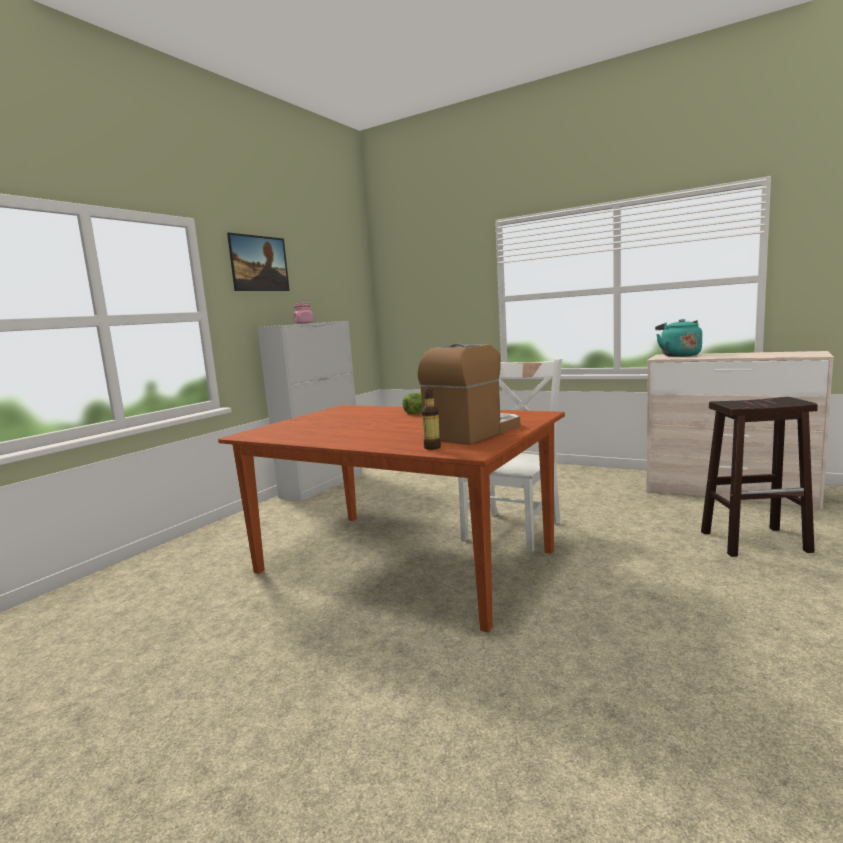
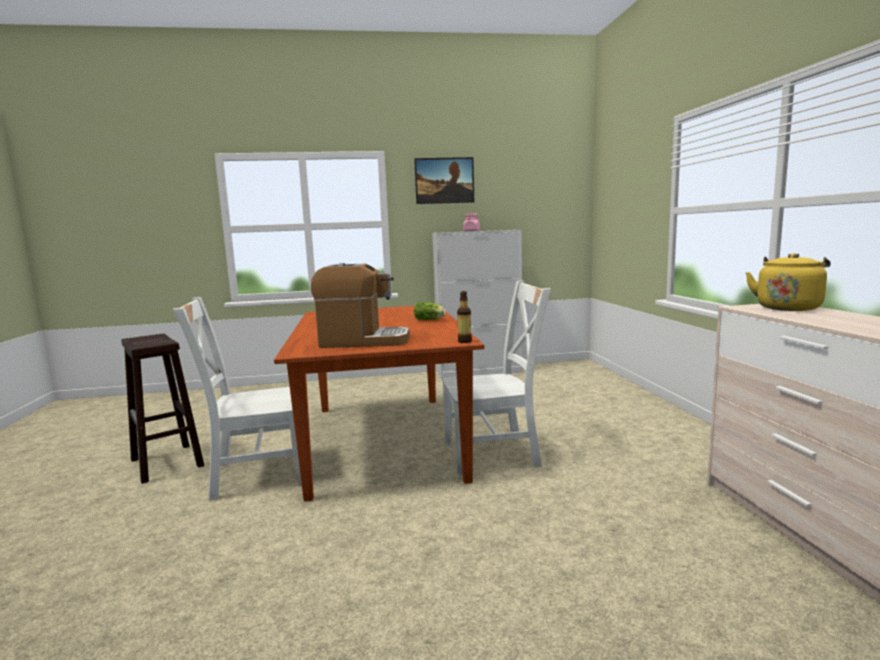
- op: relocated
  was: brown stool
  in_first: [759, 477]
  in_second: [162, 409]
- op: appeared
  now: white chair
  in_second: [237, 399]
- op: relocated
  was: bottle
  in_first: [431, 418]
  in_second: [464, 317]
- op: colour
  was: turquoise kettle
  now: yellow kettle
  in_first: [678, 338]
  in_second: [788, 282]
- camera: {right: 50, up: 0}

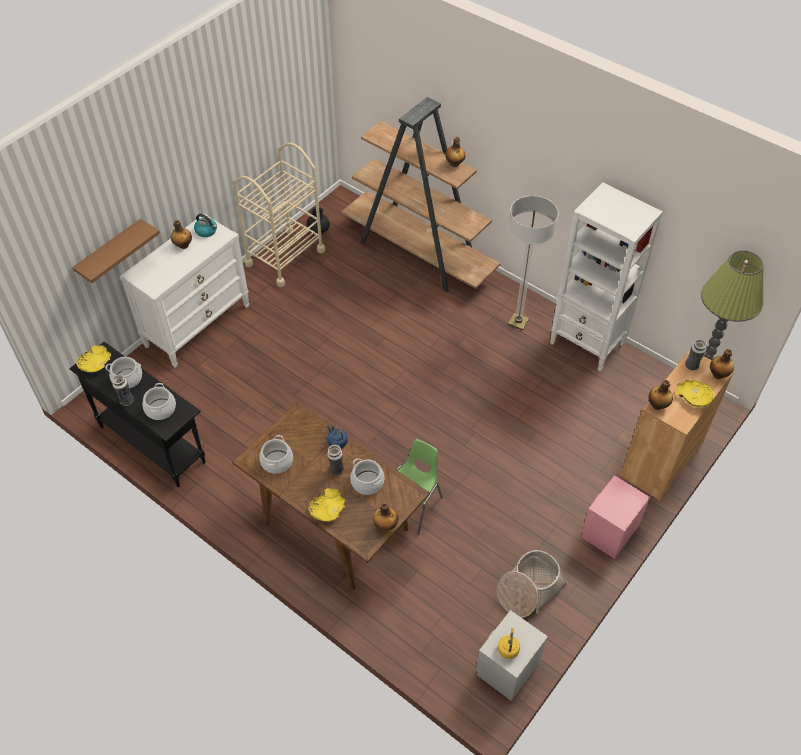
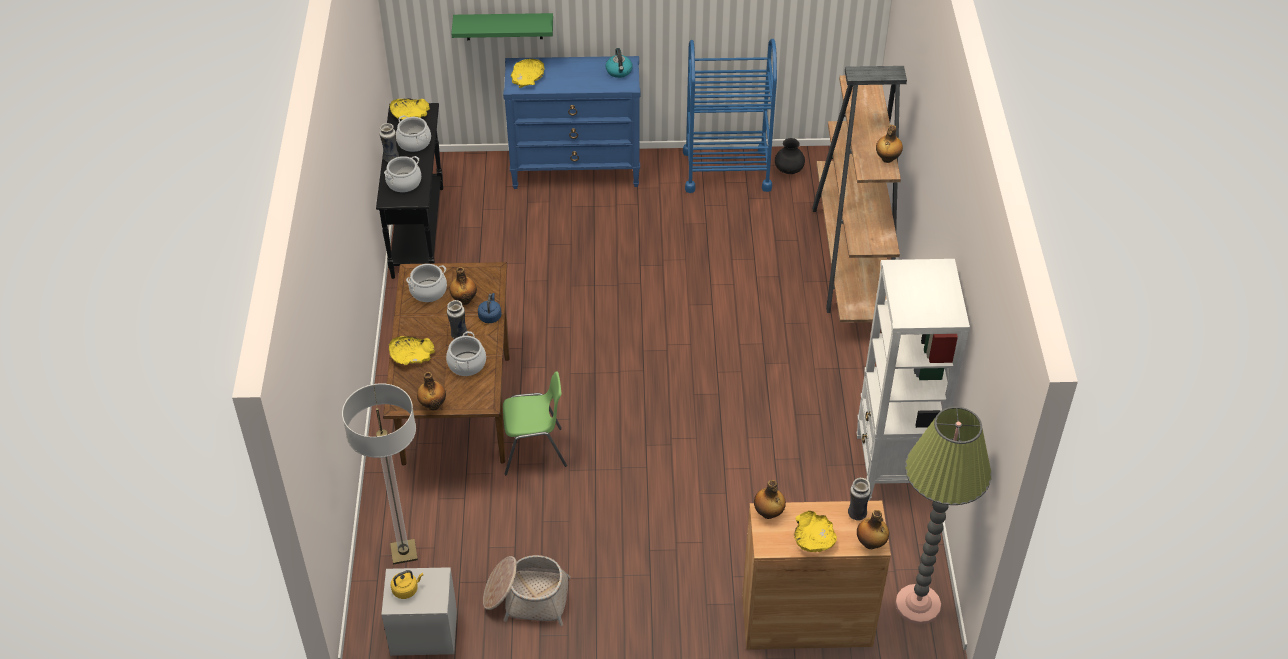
- op: relocated
  was: floor lamp
  in_first: [533, 262]
  in_second: [380, 474]
- op: relocated
  was: bottle
  in_first: [181, 234]
  in_second: [463, 286]
- op: colour
  was: brown shelf
  now: green shelf
  in_first: [116, 251]
  in_second: [502, 26]
- op: colour
  was: white dresser
  now: blue dresser
  in_first: [184, 291]
  in_second: [571, 122]
- op: appeared
  now: yellow bowl
  in_second: [528, 73]
- op: colour
  was: beige cart
  now: blue cart
  in_first: [279, 215]
  in_second: [730, 116]
- op: missing
  was: pink nightstand
  in_first: [616, 517]
- camera: {right: 50, up: -5}

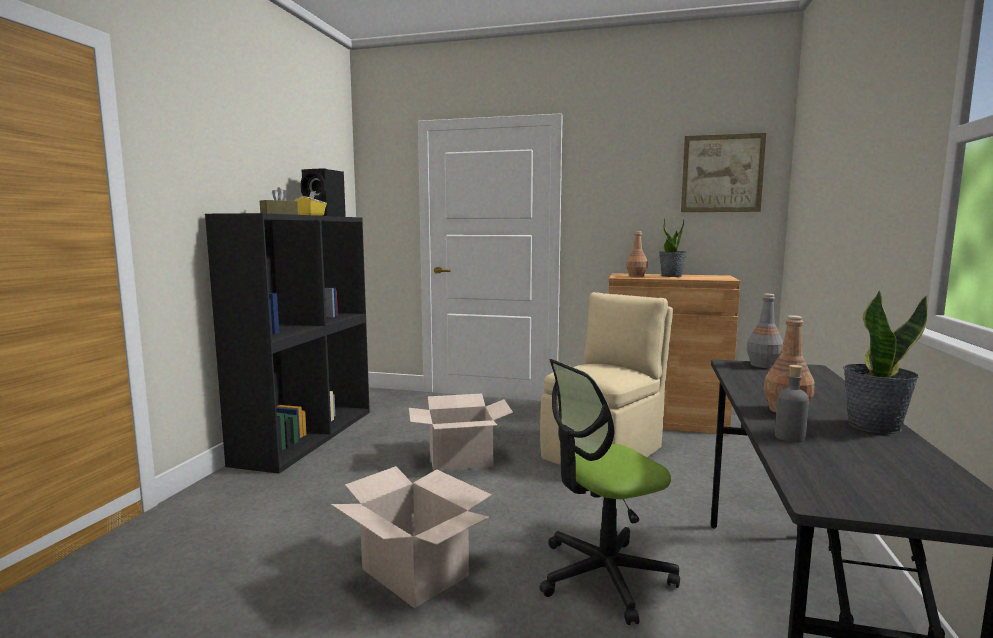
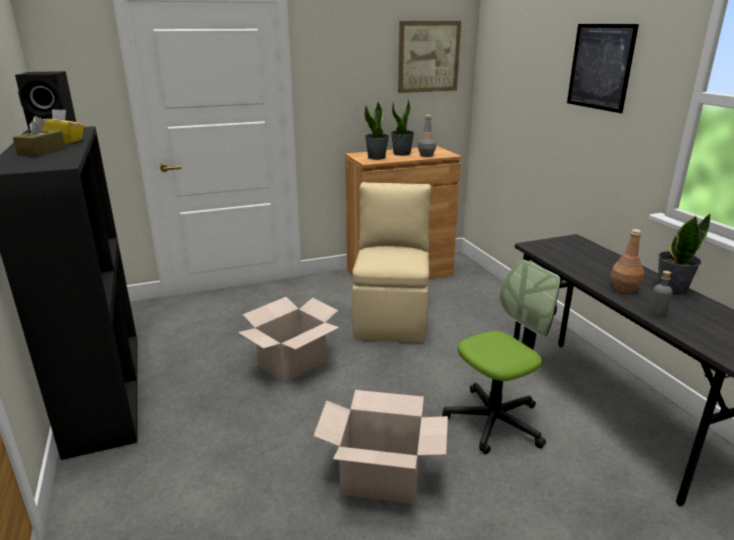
- op: exchanged
  was: brown bottle
  now: potted plant
  in_first: [637, 254]
  in_second: [377, 130]
- op: relocated
  was: grey bottle
  in_first: [765, 331]
  in_second: [427, 136]
- op: spun
  was: office chair
  in_first: [609, 492]
  in_second: [501, 357]
  clockwise: -150
- op: appeared
  now: picture
  in_second: [603, 68]
- camera: {right: -35, up: 15}

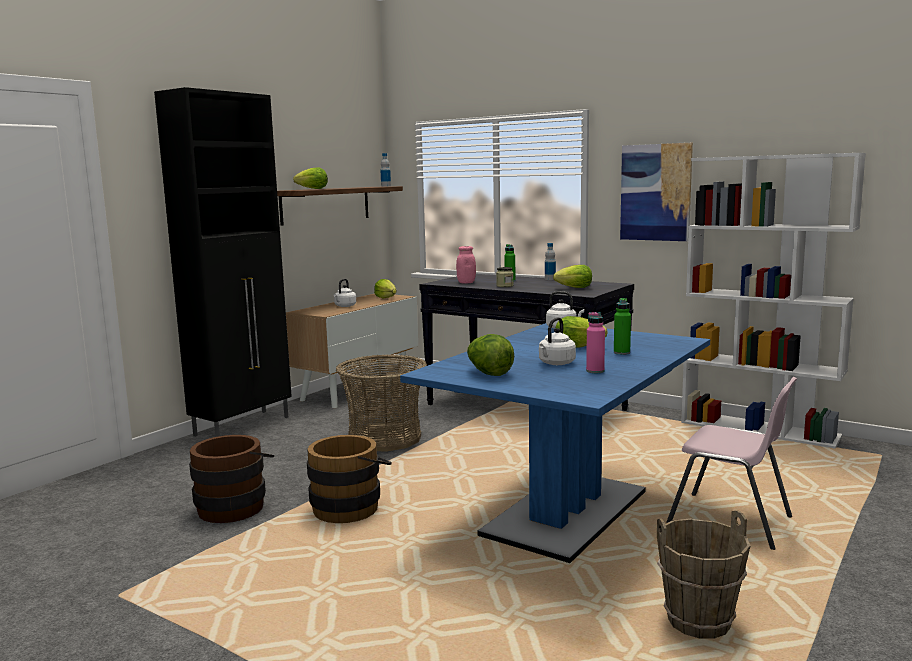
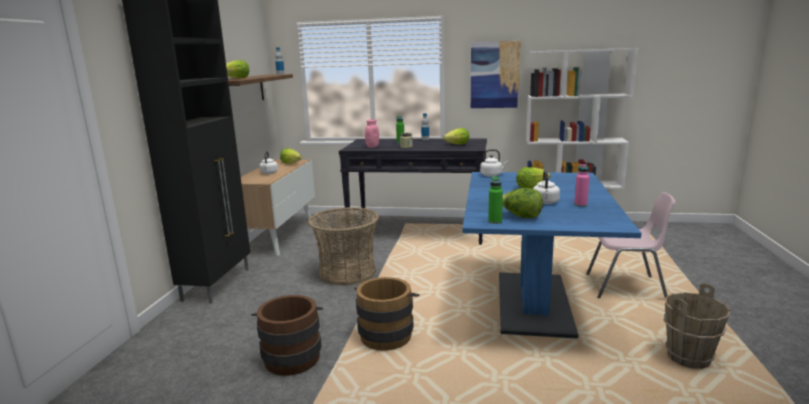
- op: relocated
  was: green bottle
  in_first: [622, 326]
  in_second: [495, 200]
- camera: {right: -25, up: 5}

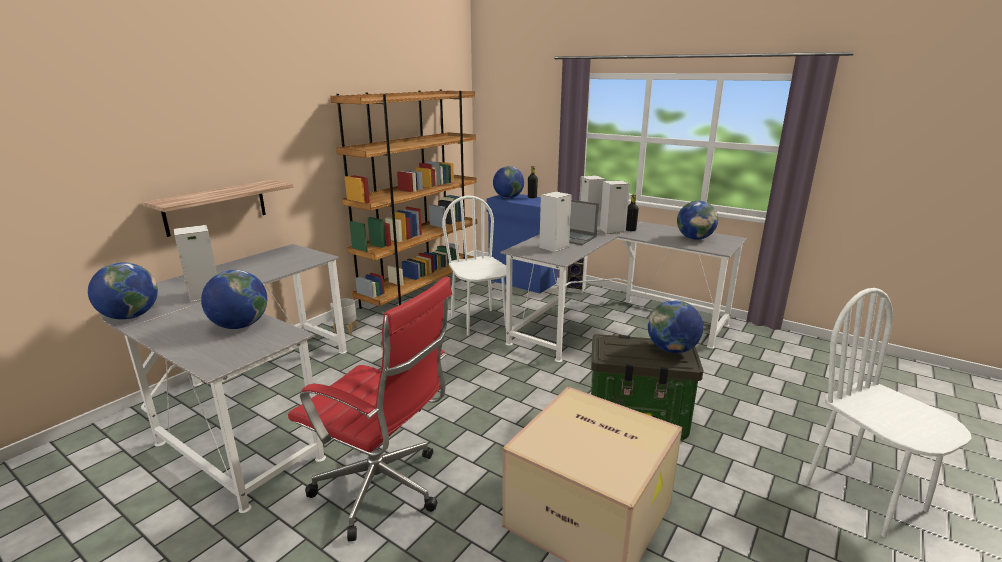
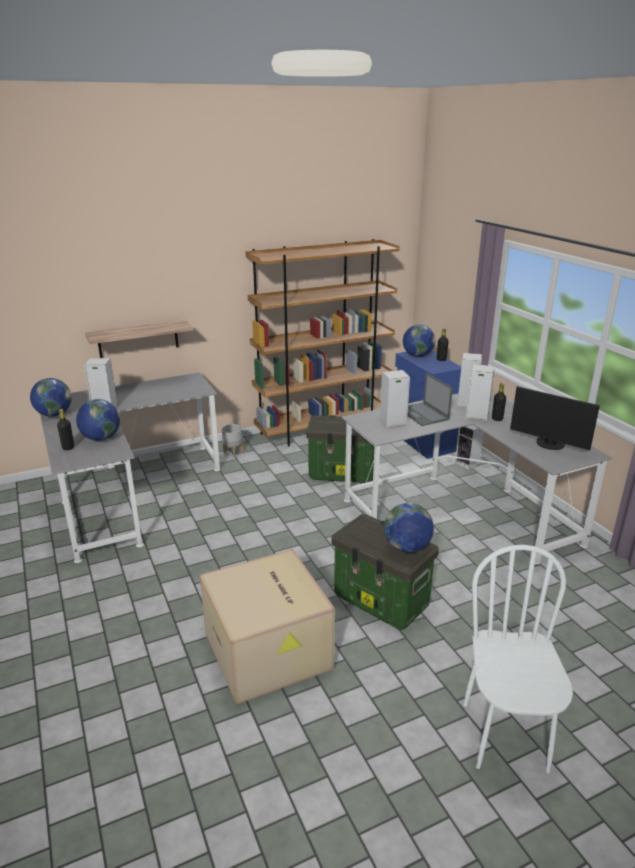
- op: appeared
  now: black bottle
  in_second: [65, 429]
- op: exchanged
  was: white chair
  now: storage box
  in_first: [474, 266]
  in_second: [340, 449]
- op: exchanged
  was: globe
  now: monitor
  in_first: [697, 220]
  in_second: [555, 418]
- op: missing
  was: red office chair
  in_first: [370, 408]
- camera: {right: 30, up: 5}

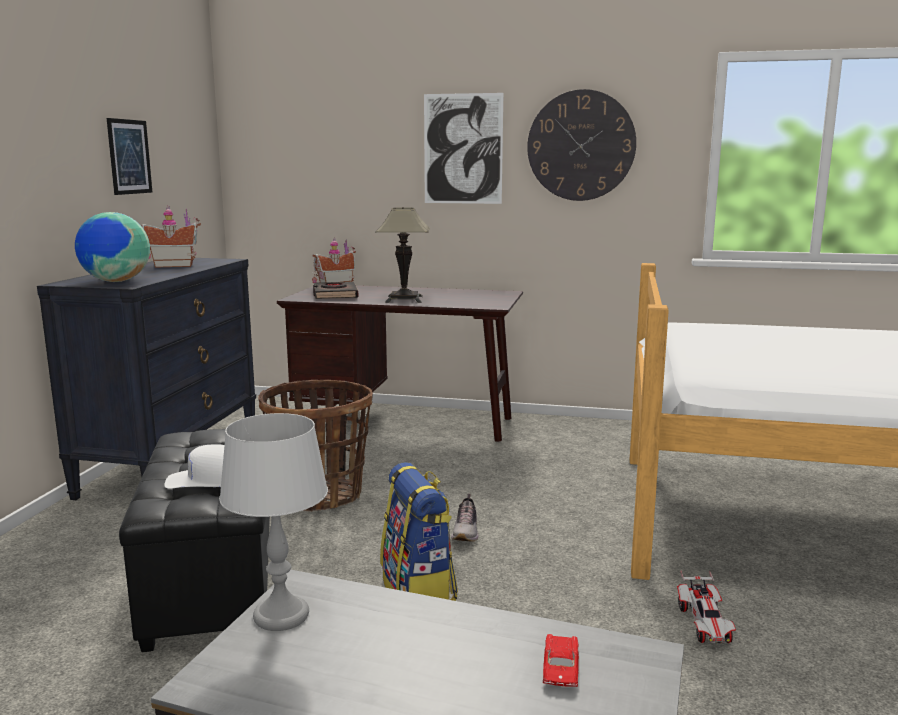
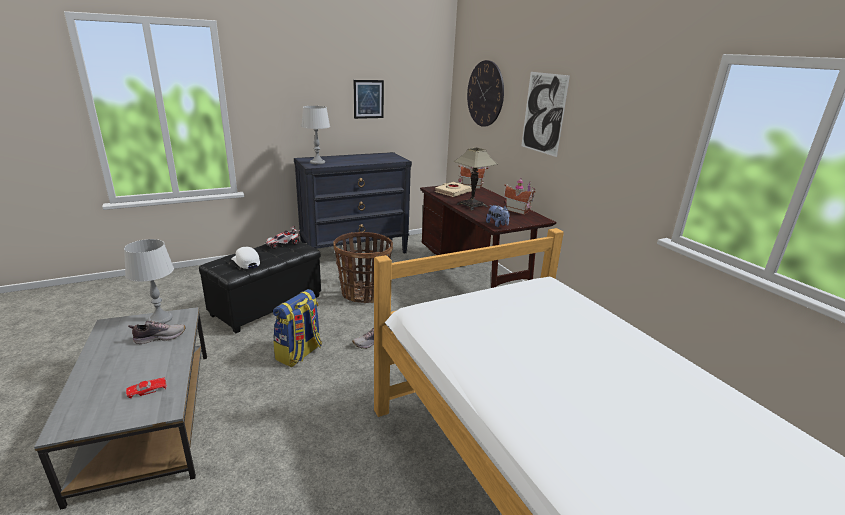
- op: appeared
  now: shoe
  in_second: [157, 332]
- op: relocated
  was: toy car
  in_first: [706, 607]
  in_second: [283, 237]
- op: exchanged
  was: globe
  now: grey table lamp
  in_first: [112, 247]
  in_second: [315, 135]
- op: colour
  was: black book
  now: beige book
  in_first: [335, 290]
  in_second: [453, 189]
- op: relocated
  was: wall clock
  in_first: [581, 145]
  in_second: [485, 93]
- op: appeared
  now: plush toy
  in_second: [498, 216]
- op: relocated
  was: toy house
  in_first: [171, 237]
  in_second: [520, 196]
- camera: {right: 50, up: 10}

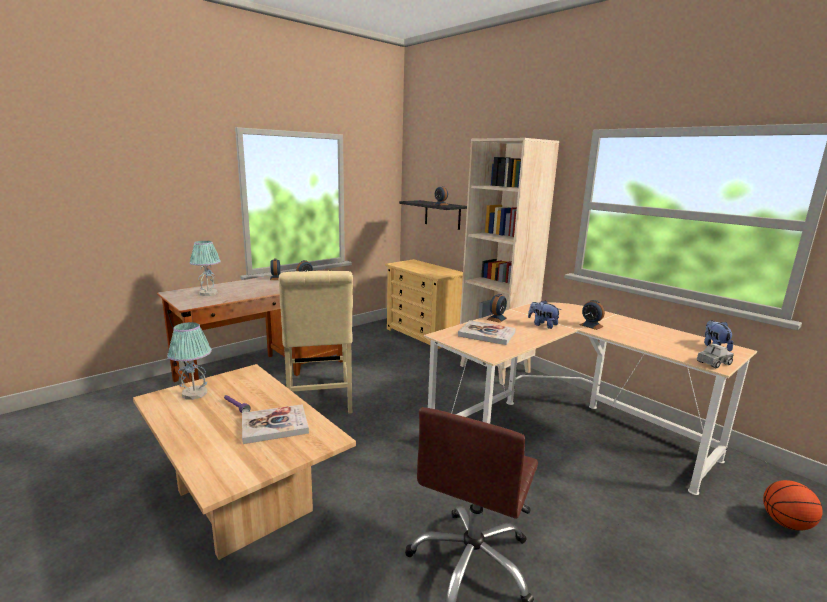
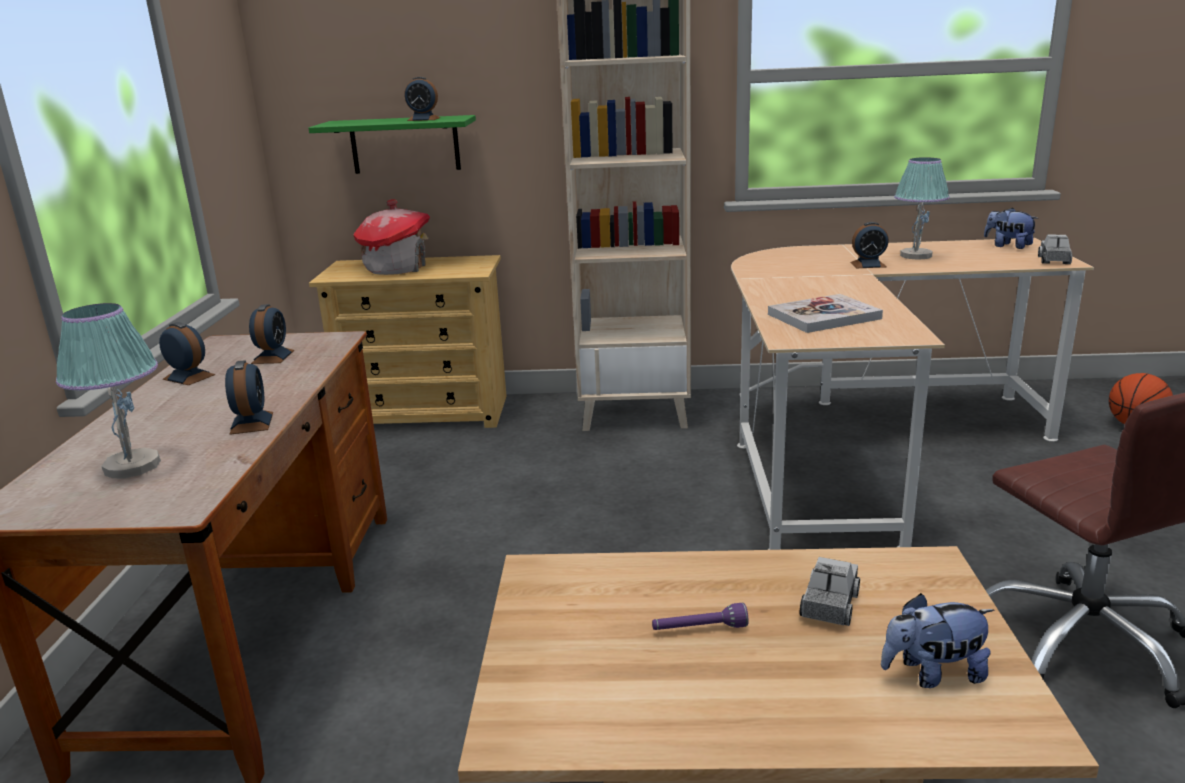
- op: relocated
  was: alarm clock
  in_first: [497, 308]
  in_second: [249, 397]
- op: colour
  was: black shelf
  now: green shelf
  in_first: [433, 215]
  in_second: [392, 144]
- op: appeared
  now: toy house
  in_second: [391, 237]
- op: exchanged
  was: book
  now: toy truck
  in_first: [275, 424]
  in_second: [830, 591]
- op: relocated
  was: plush toy
  in_first: [544, 314]
  in_second: [937, 640]
- op: relocated
  was: table lamp
  in_first: [189, 361]
  in_second: [922, 208]
- op: missing
  was: beige chair
  in_first: [316, 342]
- camera: {right: -45, up: 5}

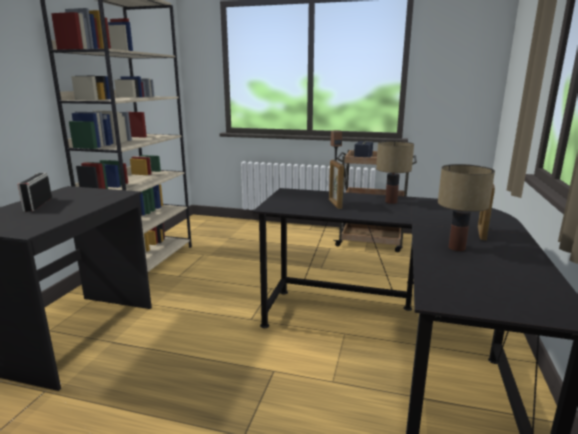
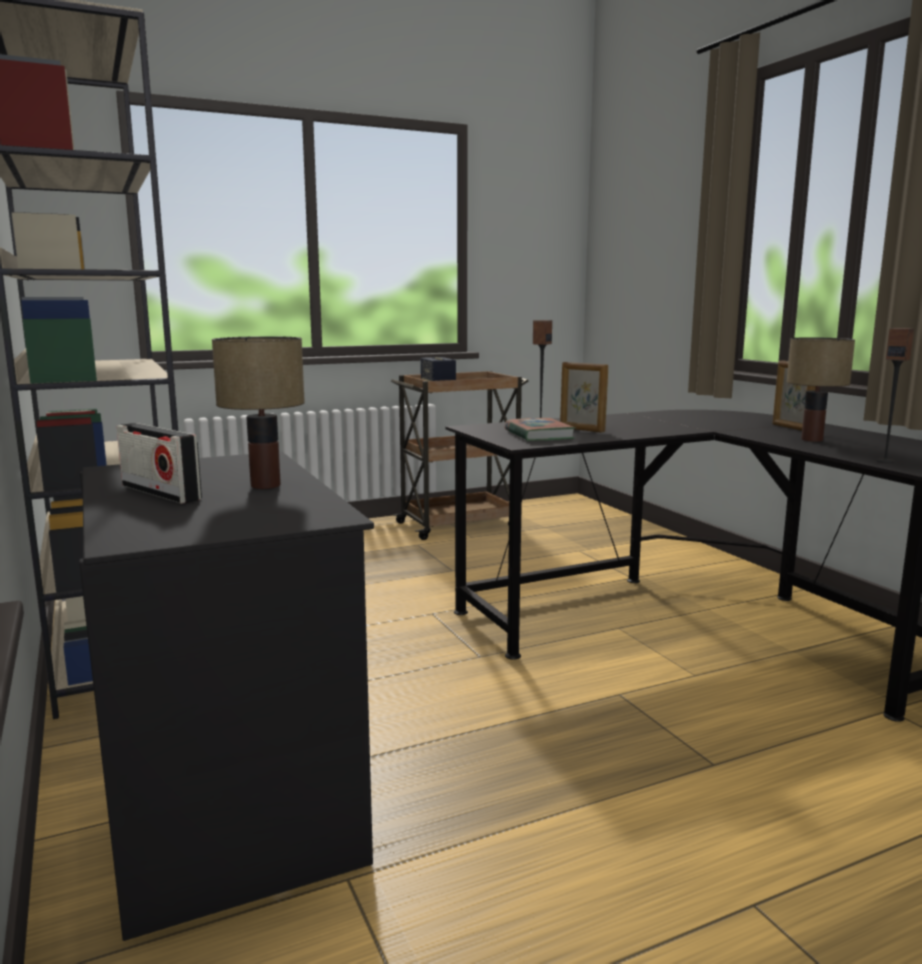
- op: relocated
  was: table lamp
  in_first: [395, 172]
  in_second: [258, 412]
- op: appeared
  now: book
  in_second: [540, 429]
- op: appeared
  now: speaker
  in_second: [895, 395]
- camera: {right: -40, up: -5}

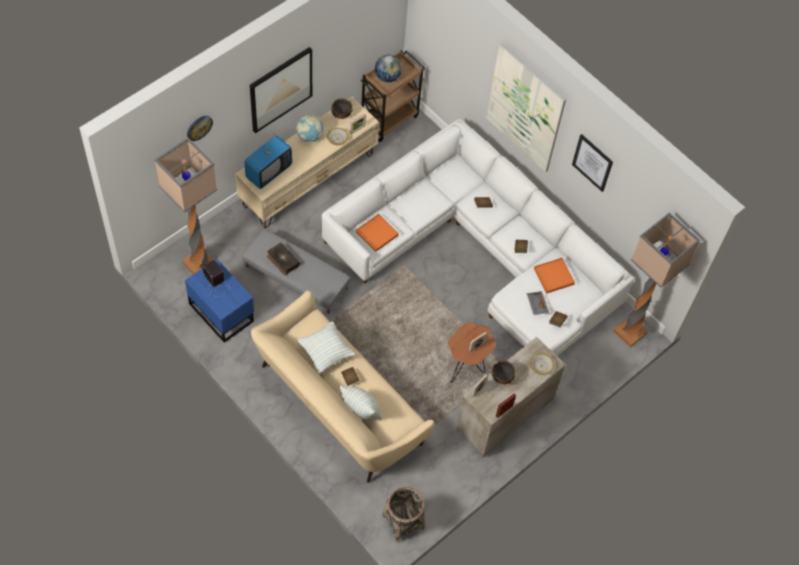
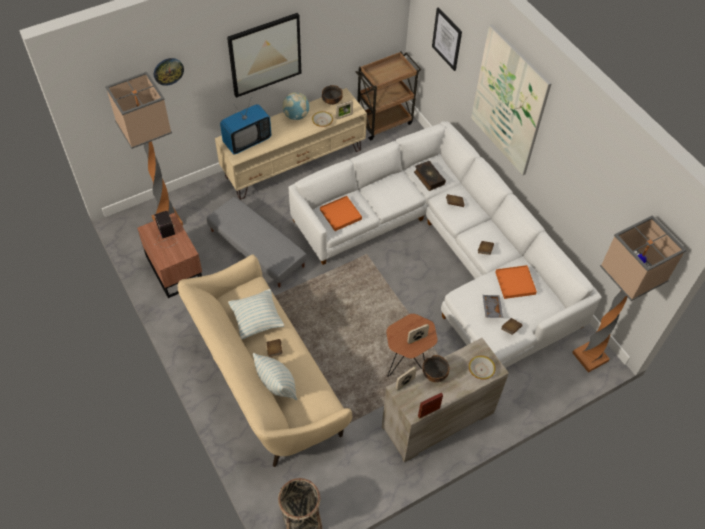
- op: colour
  was: blue nightstand
  now: brown nightstand
  in_first: [219, 301]
  in_second: [169, 255]
- op: relocated
  was: book
  in_first: [283, 258]
  in_second: [430, 176]
- op: relocated
  was: picture
  in_first: [592, 163]
  in_second: [447, 39]
- op: missing
  was: globe
  in_first: [388, 68]
- camera: {right: 15, up: -5}

